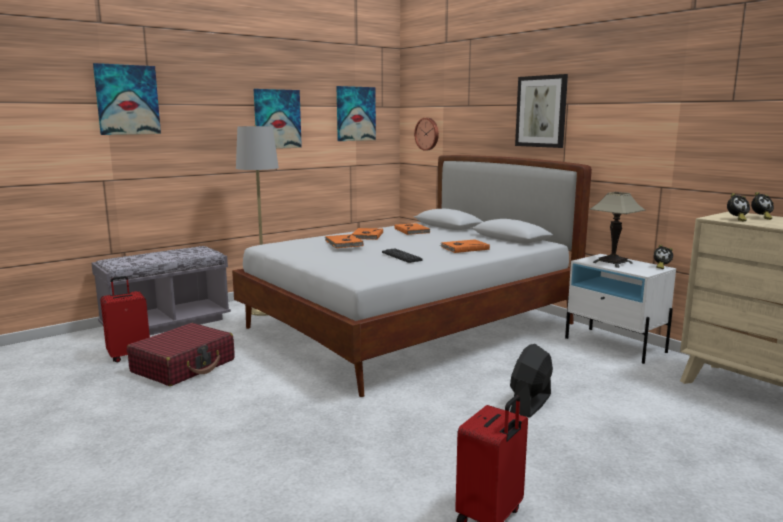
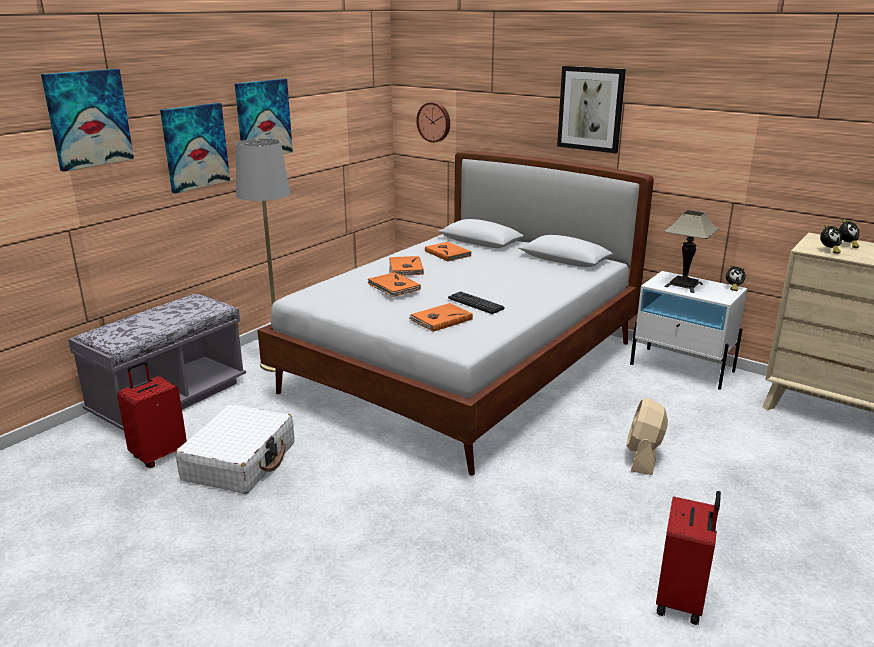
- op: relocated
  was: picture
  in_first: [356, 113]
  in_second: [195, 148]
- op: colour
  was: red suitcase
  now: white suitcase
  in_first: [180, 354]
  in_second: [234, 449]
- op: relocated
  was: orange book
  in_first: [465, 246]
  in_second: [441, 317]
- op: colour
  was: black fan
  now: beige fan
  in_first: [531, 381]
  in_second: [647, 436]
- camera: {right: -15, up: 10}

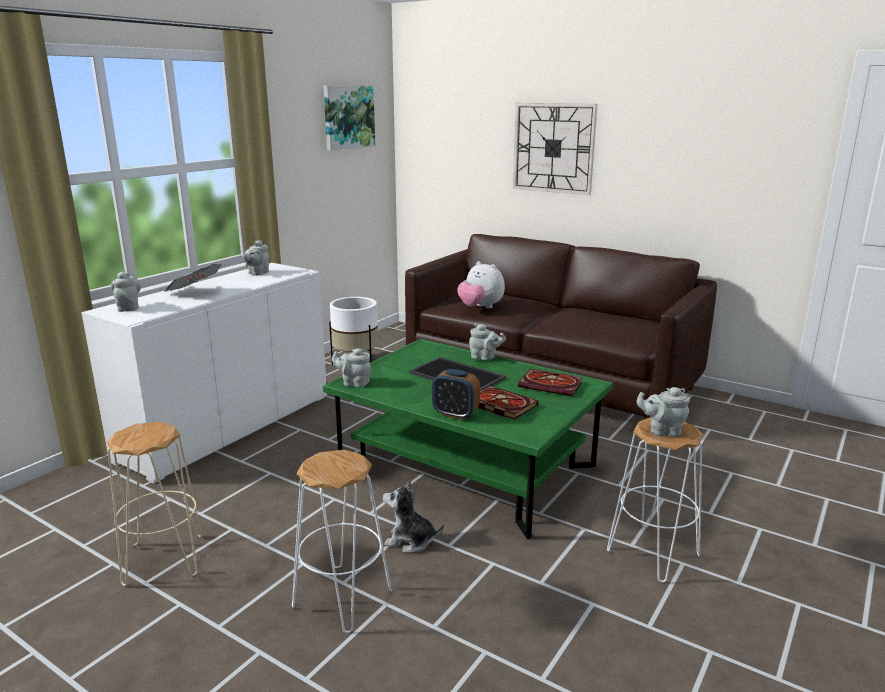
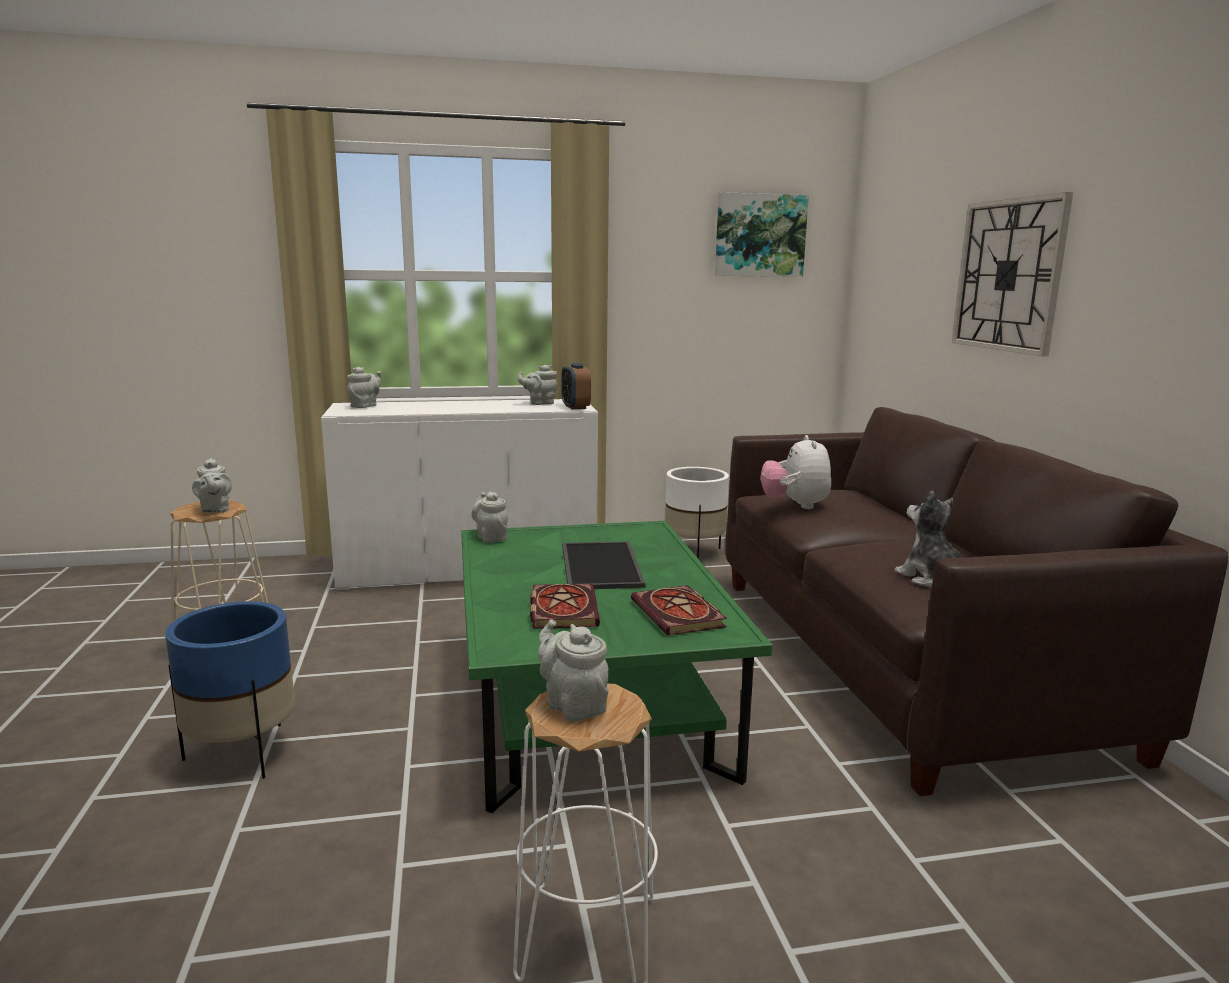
- op: exchanged
  was: white stool
  now: blue planter
  in_first: [342, 541]
  in_second: [230, 690]
- op: relocated
  was: grey teapot
  in_first: [487, 342]
  in_second: [212, 485]
- op: relocated
  was: alarm clock
  in_first: [456, 394]
  in_second: [576, 386]
- op: relocated
  was: plush toy
  in_first: [413, 516]
  in_second: [929, 539]
- op: missing
  was: newspaper
  in_first: [193, 277]
- camera: {right: 45, up: -5}

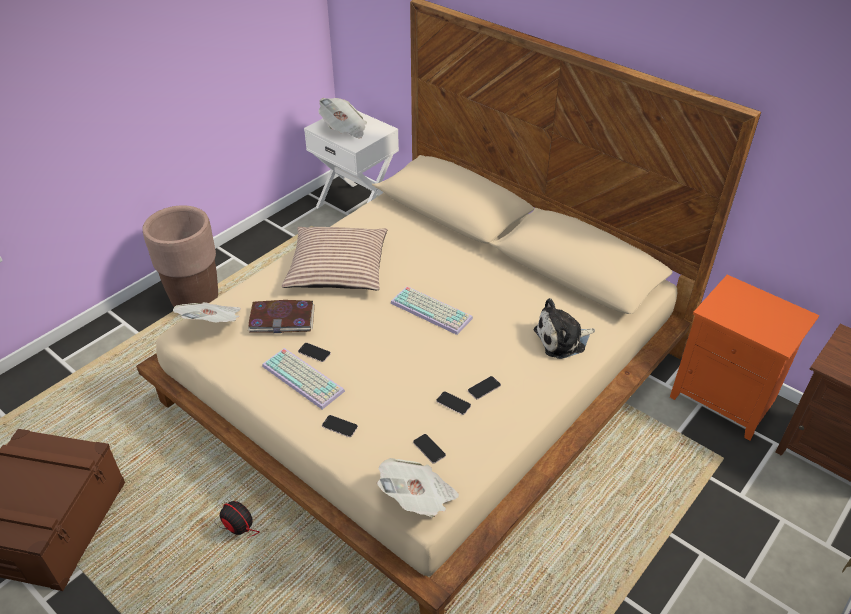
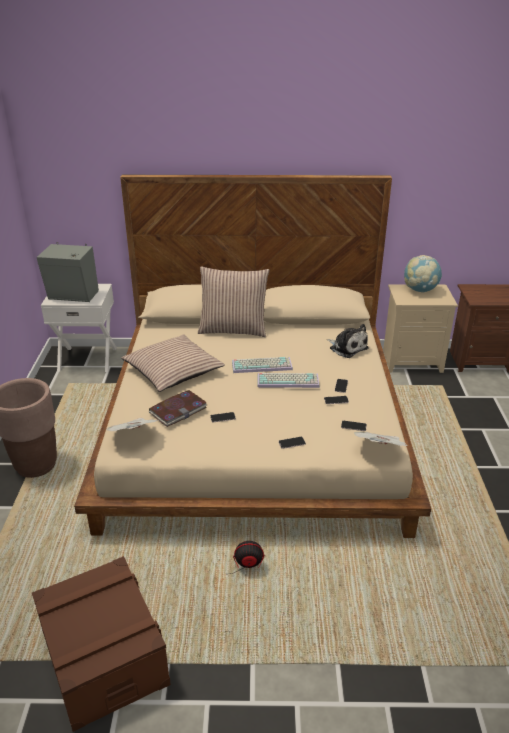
- op: exchanged
  was: newspaper
  now: grey speaker
  in_first: [342, 118]
  in_second: [68, 272]
- op: appeared
  now: pillow
  in_second: [233, 301]
- op: relocated
  was: keyboard
  in_first: [303, 379]
  in_second: [288, 380]
- op: spun
  was: plush toy
  in_first: [564, 328]
  in_second: [348, 341]
  clockwise: -75
- op: colour
  was: orange nightstand
  now: beige nightstand
  in_first: [744, 358]
  in_second: [420, 328]
- op: appeared
  now: globe
  in_second: [423, 274]
- camera: {right: -40, up: -10}

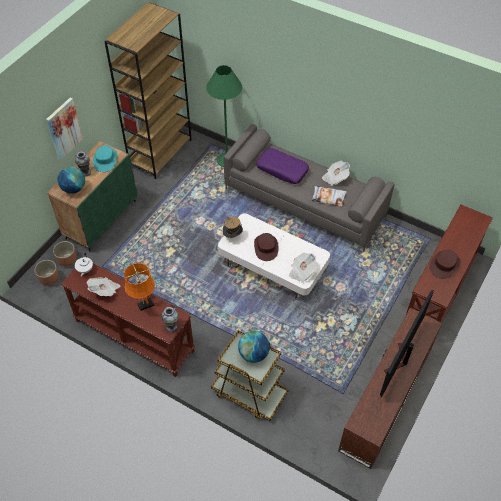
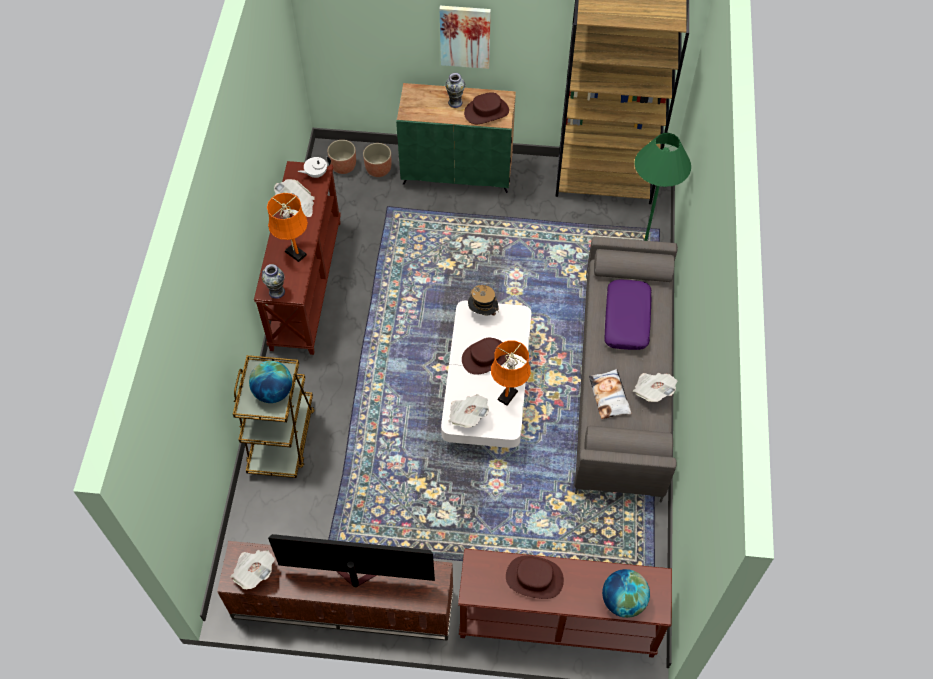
- op: appeared
  now: newspaper
  in_second: [253, 569]
- op: colour
  was: turquoise hat
  now: brown hat
  in_first: [105, 158]
  in_second: [486, 108]
- op: appeared
  now: orange table lamp
  in_second: [511, 373]
- op: relocated
  was: globe
  in_first: [71, 180]
  in_second: [626, 593]
- camera: {right: 65, up: 5}

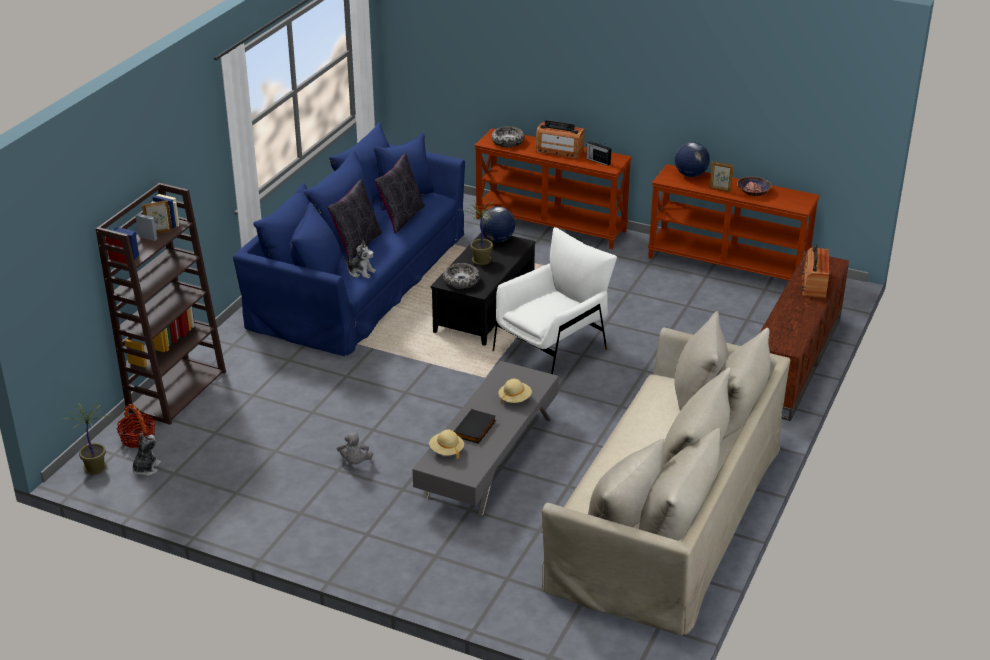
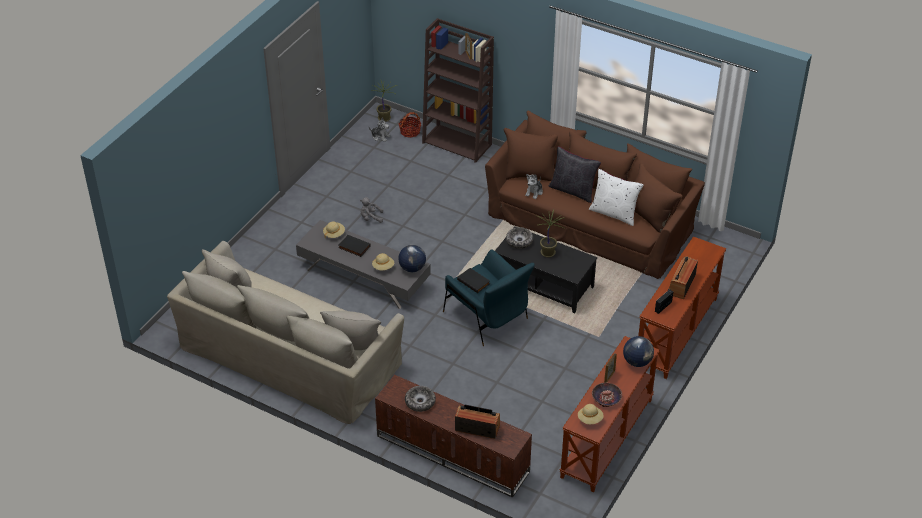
- op: relocated
  was: globe
  in_first: [497, 224]
  in_second: [412, 258]
- op: relocated
  was: bowl
  in_first: [508, 136]
  in_second: [420, 399]
- op: colour
  was: white armchair
  now: blue armchair
  in_first: [555, 300]
  in_second: [489, 298]
- op: appeared
  now: black book
  in_second: [473, 280]
- op: colour
  was: blue sofa
  now: brown sofa
  in_first: [349, 239]
  in_second: [595, 195]
- op: appeared
  now: beige hat
  in_second: [591, 414]
- op: colour
  was: black pillow
  now: white pillow
  in_first: [400, 194]
  in_second: [616, 197]
- camera: {right: 95, up: 10}

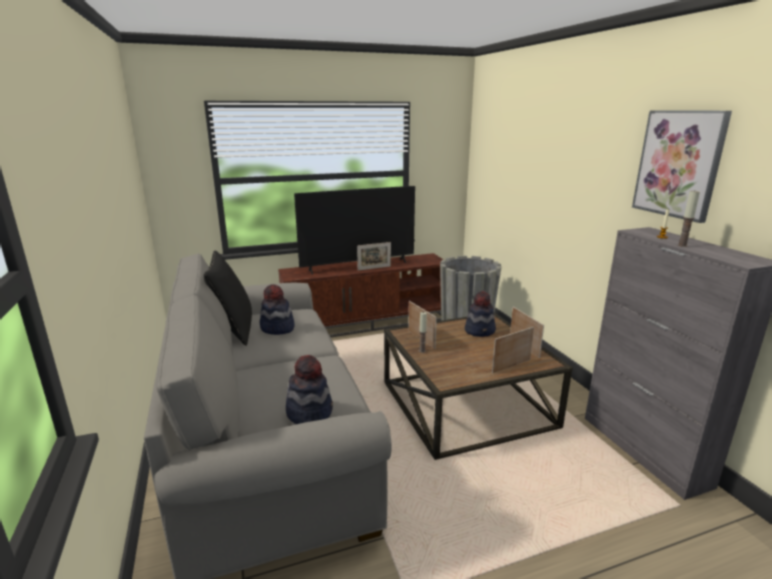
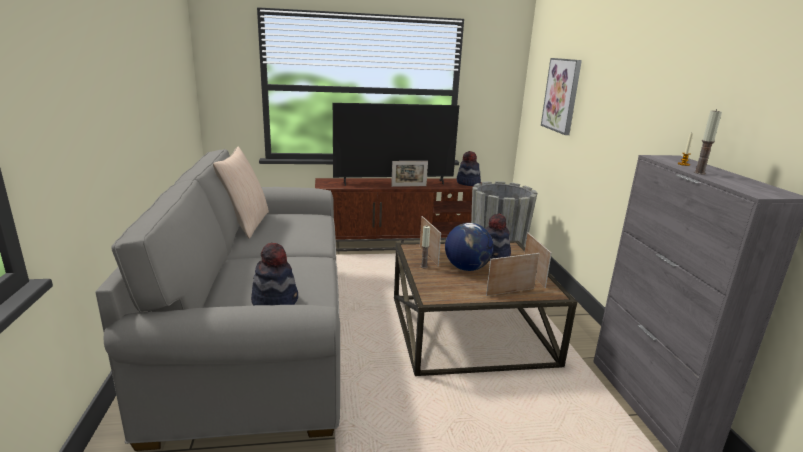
- op: colour
  was: black pillow
  now: beige pillow
  in_first: [228, 298]
  in_second: [241, 192]
- op: appeared
  now: globe
  in_second: [469, 247]
- op: relocated
  was: hat
  in_first: [277, 309]
  in_second: [469, 168]
- op: relocated
  was: picture
  in_first: [682, 167]
  in_second: [561, 96]
- camera: {right: 10, up: 0}

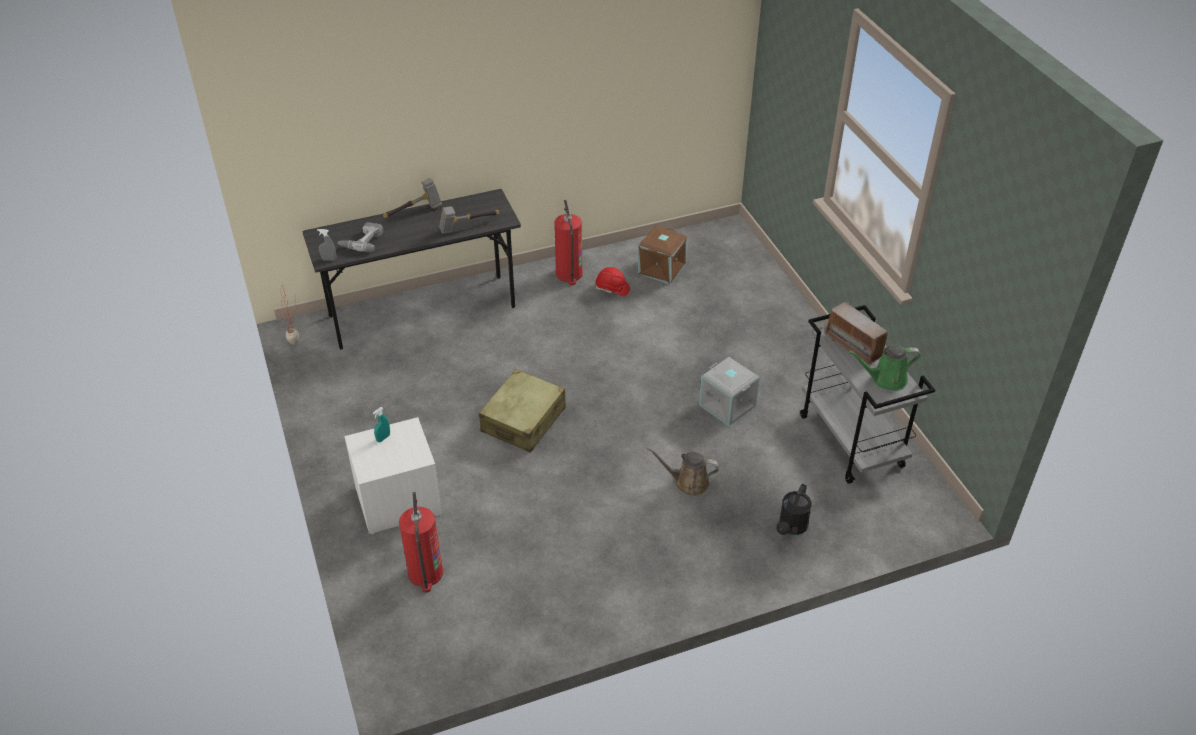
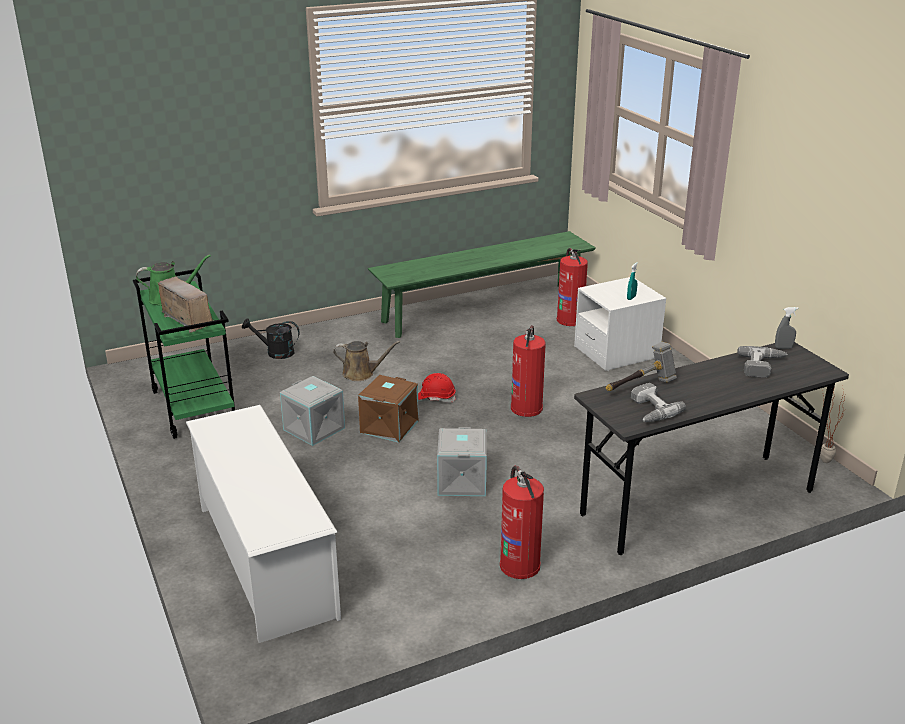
- op: colour
  was: grey cart
  now: green cart
  in_first: [867, 394]
  in_second: [184, 354]
- op: appeared
  now: white shoe rack
  in_second: [263, 524]
- op: spun
  was: black watering can
  in_first: [794, 509]
  in_second: [270, 339]
  clockwise: -105
- op: relocated
  was: brown storage box
  in_first: [663, 255]
  in_second: [388, 409]
- op: appeared
  now: green bench
  in_second: [482, 284]
- op: relocated
  was: red hard hat
  in_first: [612, 281]
  in_second: [437, 388]
- op: appeared
  now: grey storage box
  in_second: [462, 461]
- op: exchanged
  was: beige suitcase
  now: fire extinguisher
  in_first: [522, 411]
  in_second: [528, 371]
- op: appeared
  now: power drill
  in_second: [658, 402]
- op: missing
  was: hammer
  in_first: [412, 198]
- camera: {right: 175, up: -15}

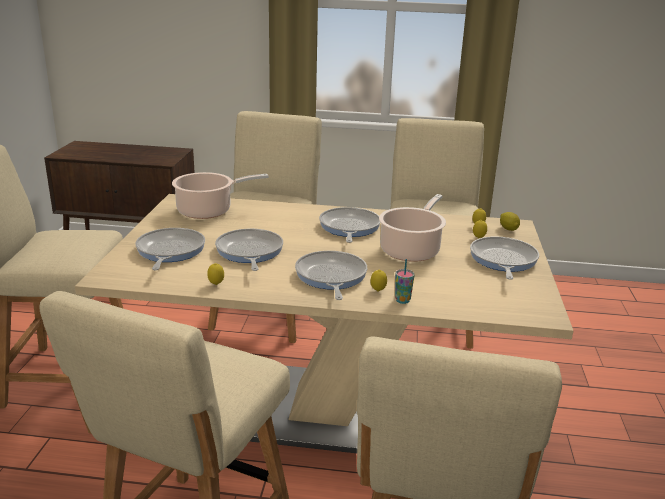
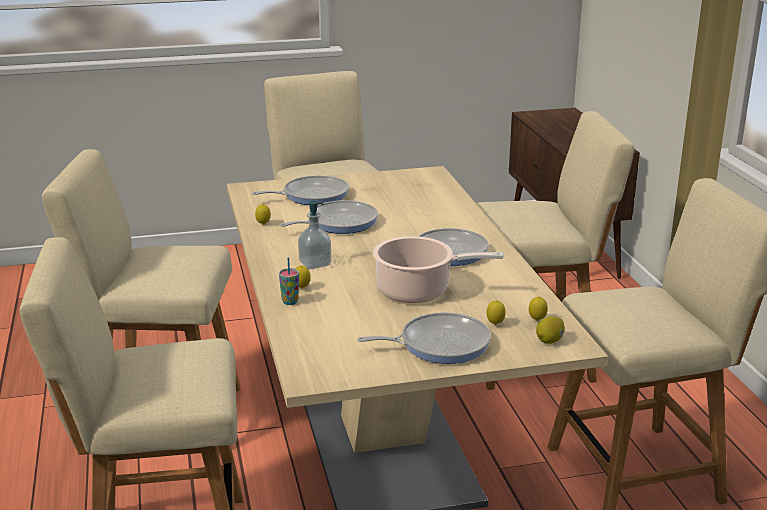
- op: exchanged
  was: frying pan
  now: soap dispenser
  in_first: [331, 275]
  in_second: [314, 235]
- op: missing
  was: cooking pot
  in_first: [220, 195]
- camera: {right: 70, up: 0}

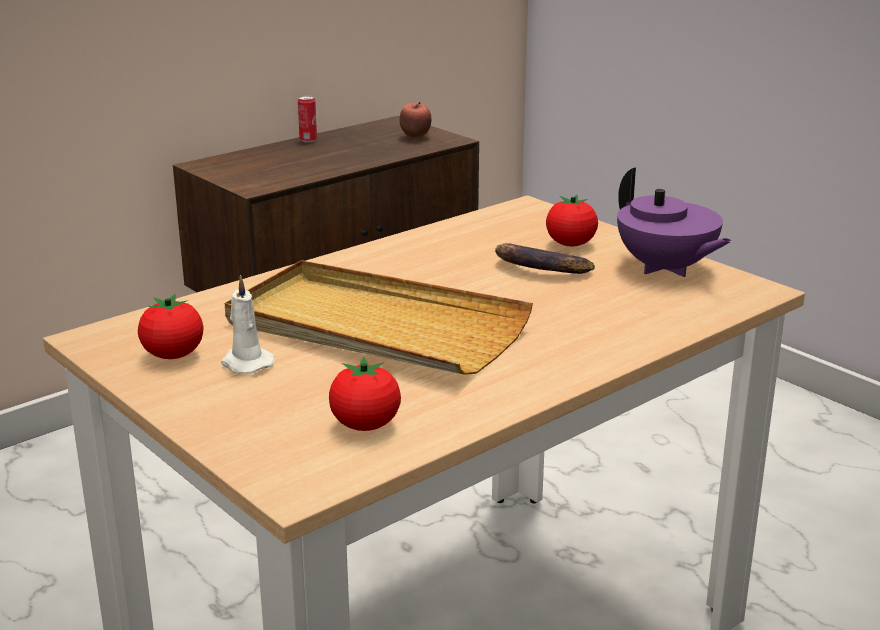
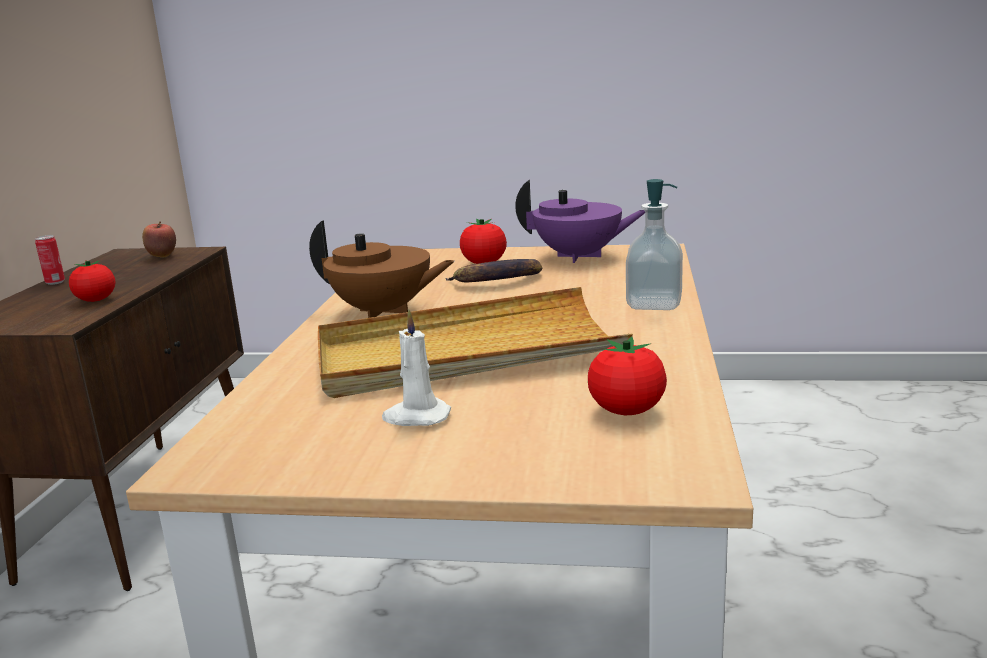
- op: relocated
  was: tomato
  in_first: [170, 326]
  in_second: [92, 281]
- op: appeared
  now: brown teapot
  in_second: [382, 269]
- op: appeared
  now: soap dispenser
  in_second: [654, 244]
- camera: {right: -40, up: -5}

